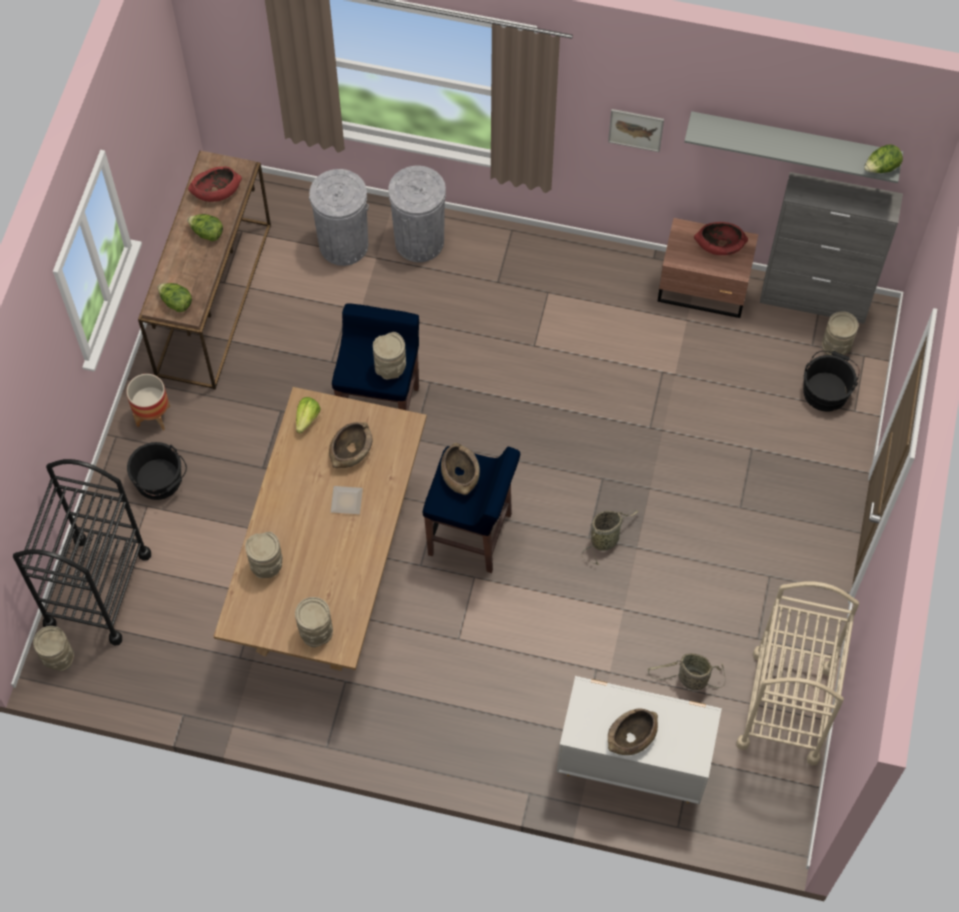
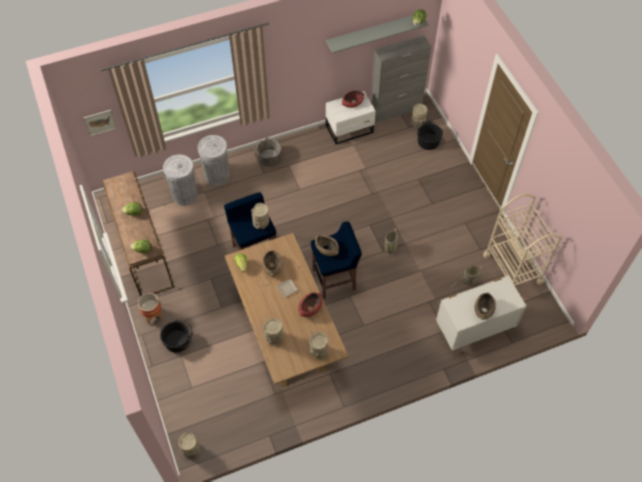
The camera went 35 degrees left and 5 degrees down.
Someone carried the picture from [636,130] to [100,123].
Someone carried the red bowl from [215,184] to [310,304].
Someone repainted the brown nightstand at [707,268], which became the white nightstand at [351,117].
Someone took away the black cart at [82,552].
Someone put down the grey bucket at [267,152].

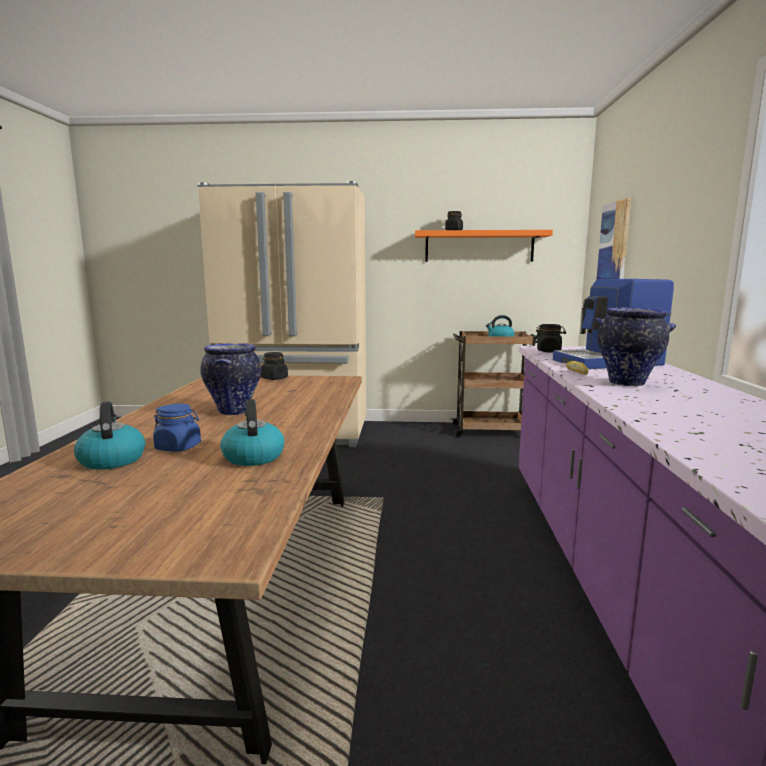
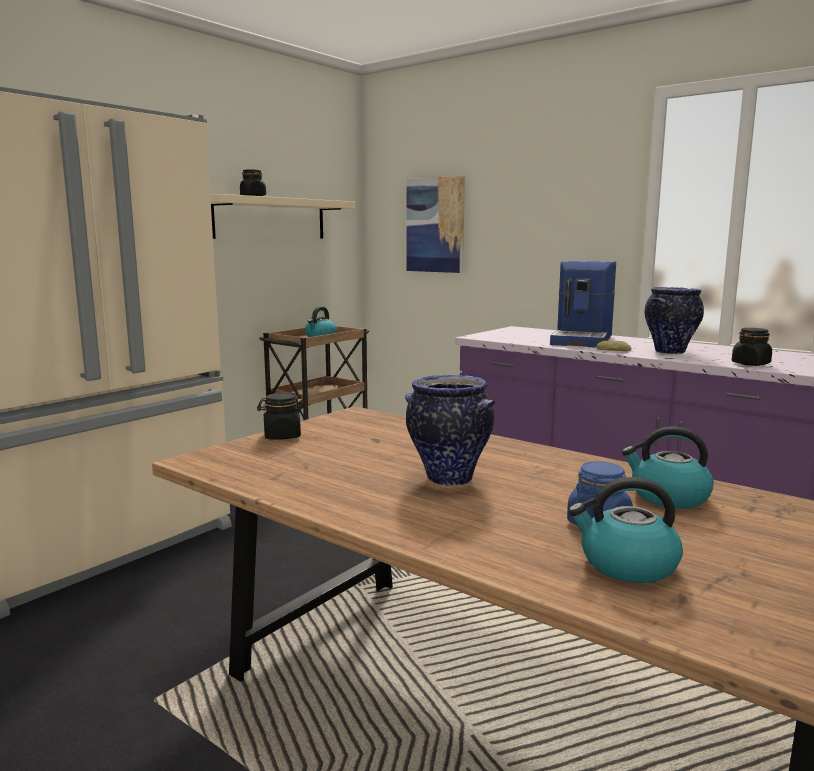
The camera went 55 degrees left and 0 degrees up.
Someone repainted the orange shelf at [484,246], which became the beige shelf at [282,216].
Someone carried the black jar from [550,338] to [752,347].

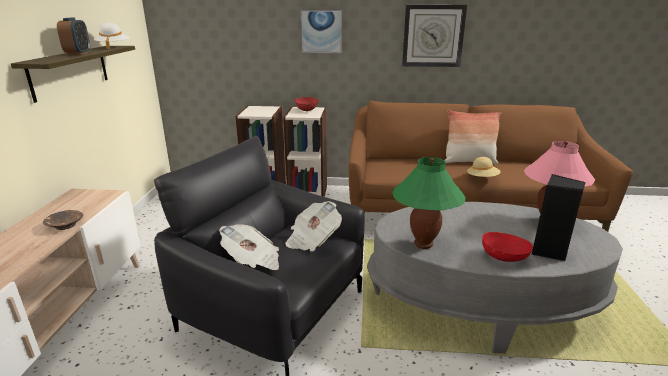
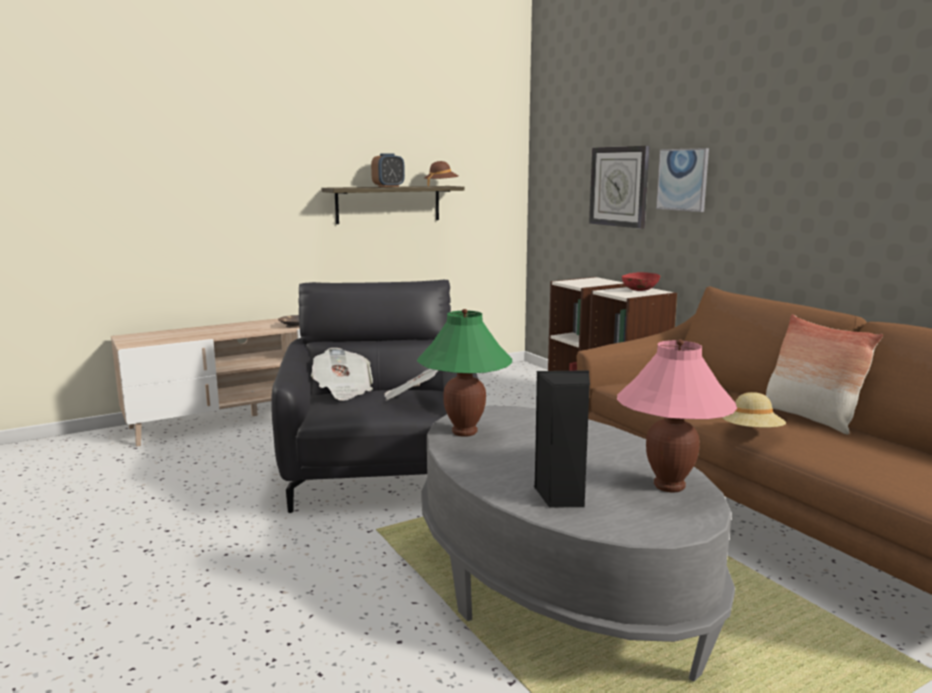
The camera went 55 degrees right and 10 degrees down.
Someone carried the wall clock from [434,36] to [619,187].
Someone repainted the white hat at [112,36], which became the brown hat at [441,173].
Someone took away the red bowl at [507,247].

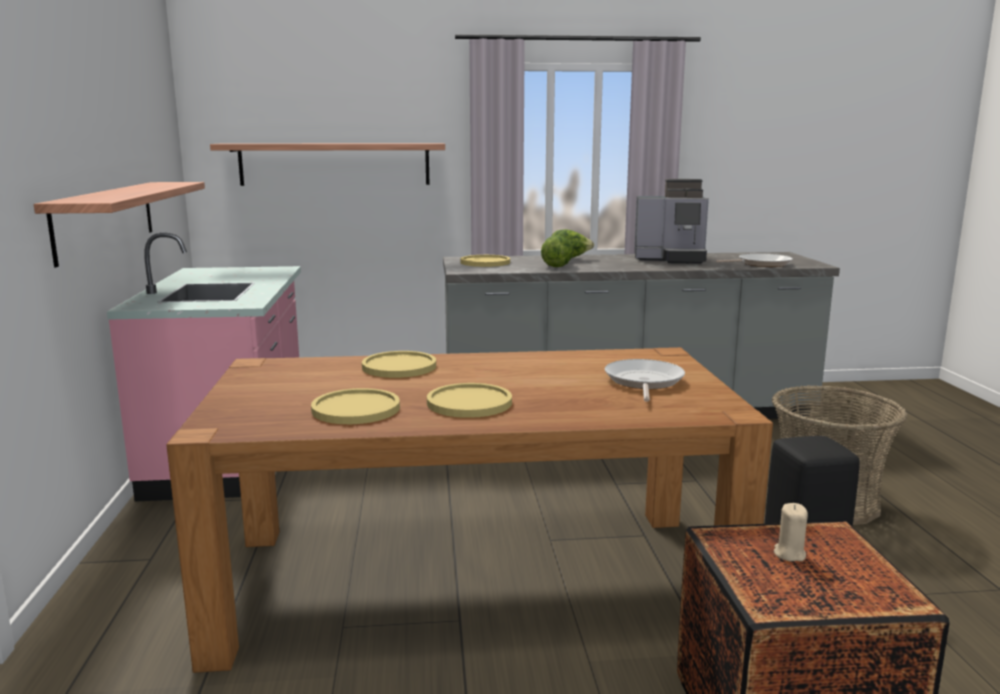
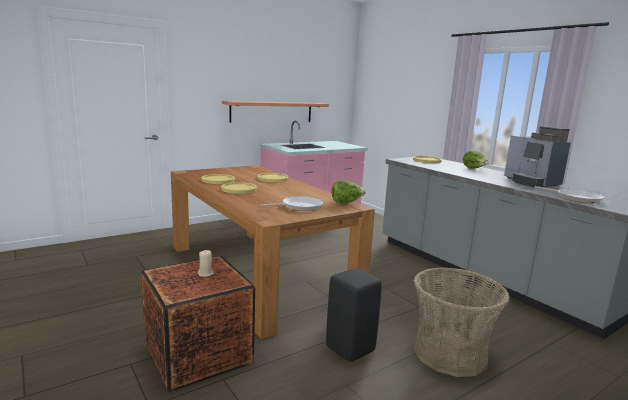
The camera went 60 degrees right and 0 degrees up.
Someone took away the shelf at [327,164].
Someone carried the lettuce from [557,251] to [349,192].

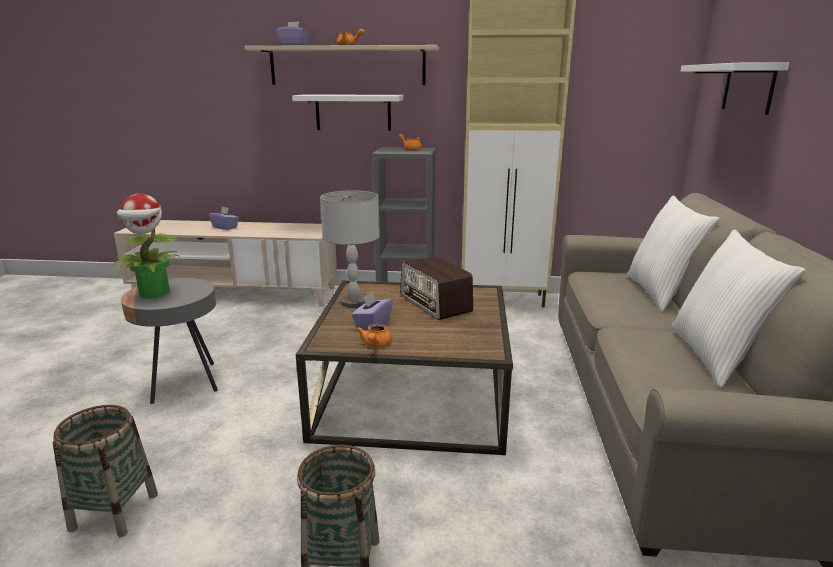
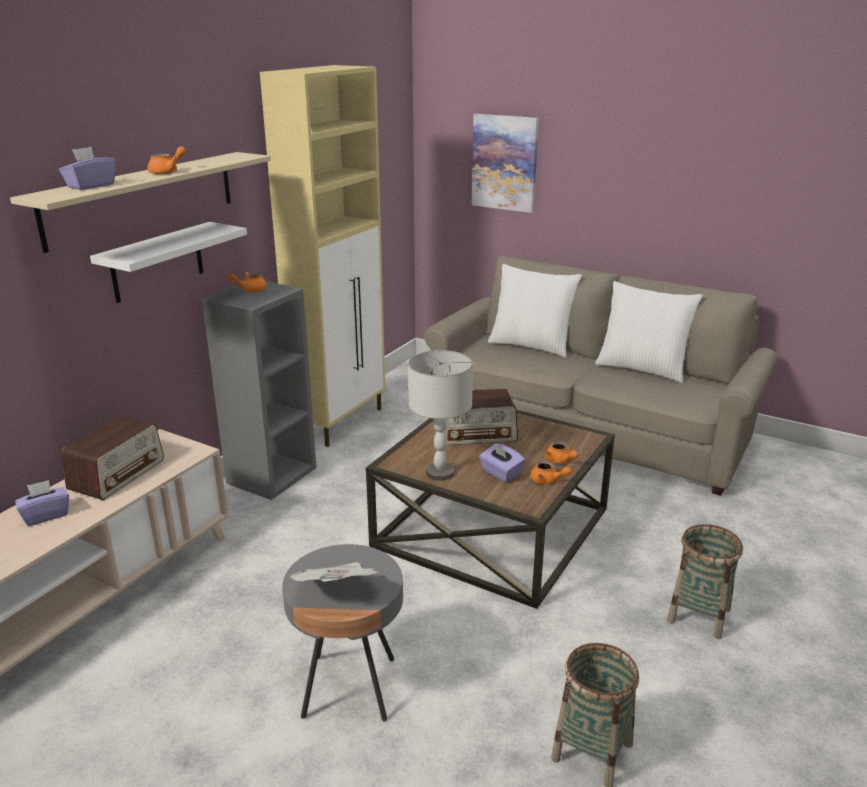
The camera went 65 degrees left and 5 degrees up.
Someone swapped the white shelf at [735,89] for the picture at [505,163].
Someone swapped the potted plant at [146,246] for the newspaper at [334,572].
Someone put down the radio at [112,458].
Someone put down the orange teapot at [561,452].

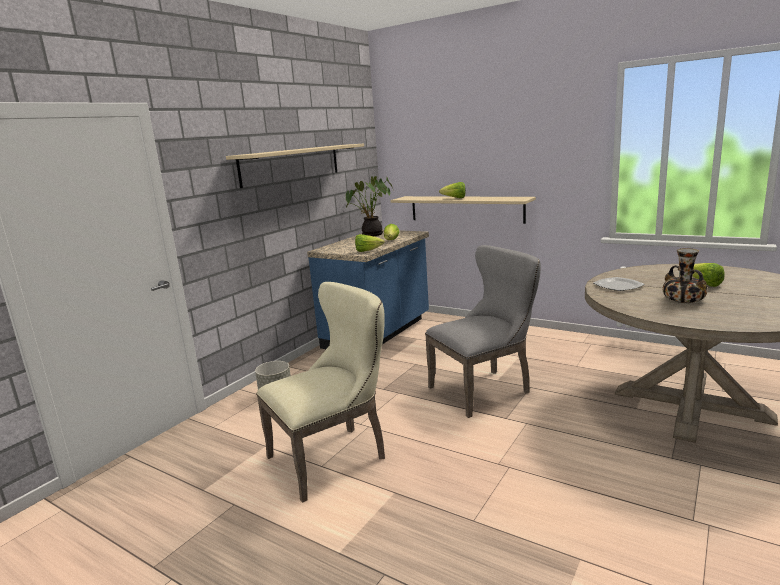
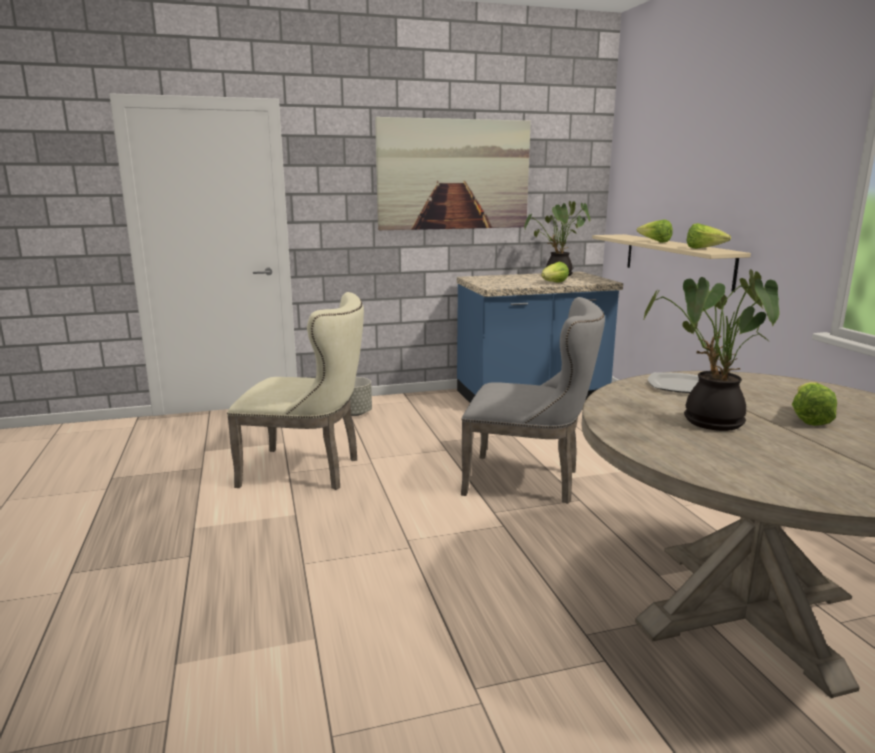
The camera went 40 degrees right and 0 degrees up.
Someone swapped the beige shelf at [295,166] for the picture at [453,173].
Someone carried the lettuce from [370,243] to [709,236].
Someone swapped the vase at [685,275] for the potted plant at [711,350].

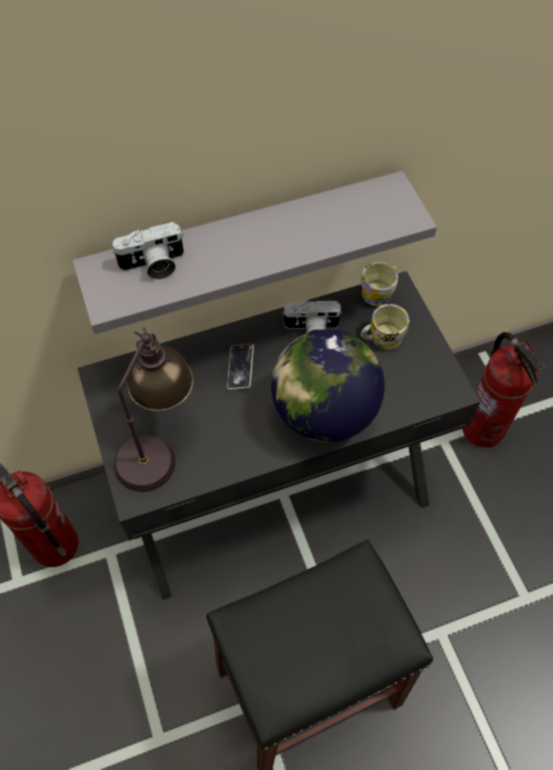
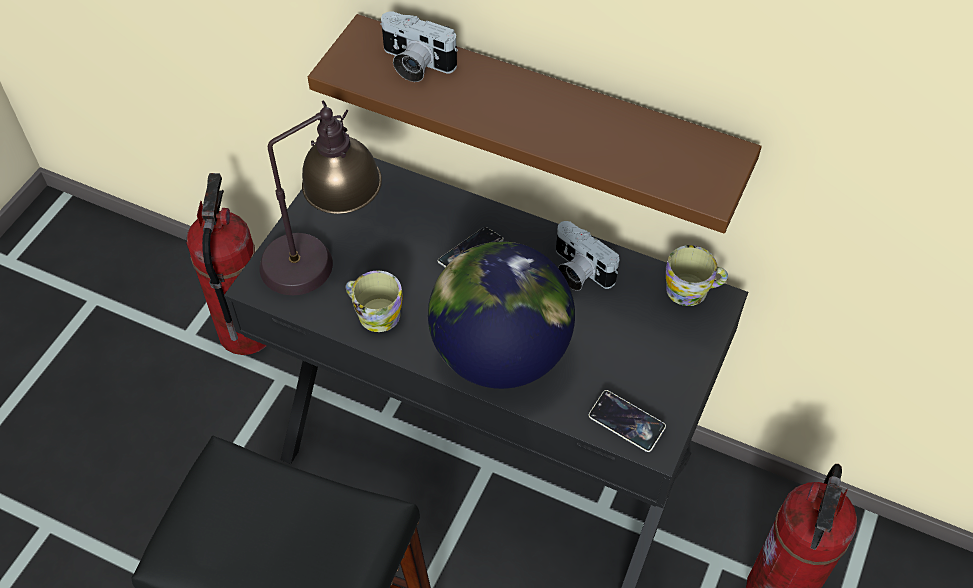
The camera went 45 degrees right and 5 degrees down.
Someone repainted the grey shelf at [254,252], which became the brown shelf at [535,123].
Someone carried the mug from [385,326] to [374,301].
Someone put down the phone at [627,421].

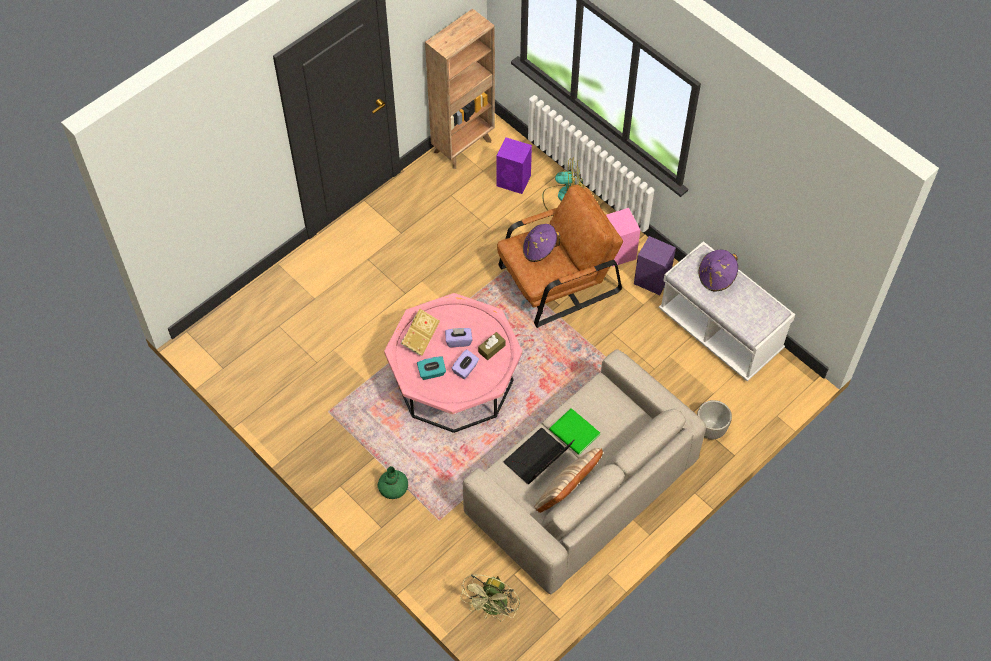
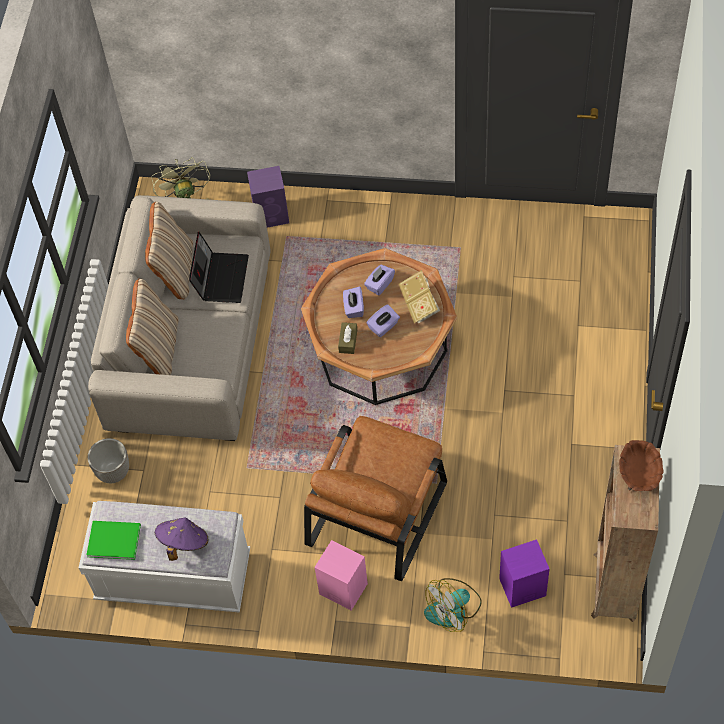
The camera went 145 degrees right and 0 degrees up.
Someone took away the purple hat at [541,243].
Someone carried the purple speaker from [655,265] to [268,197].
Someone repainted the pink coffee table at [453,363], which became the brown coffee table at [379,326].
Someone repainted the turquoise tissue box at [431,368], which became the purple tissue box at [379,280].
Someone carried the green book from [574,431] to [113,540].
Someone took away the green vase at [392,482].
Someone put down the beige pillow at [152,327].
Someone put down the brown bowl at [641,465].

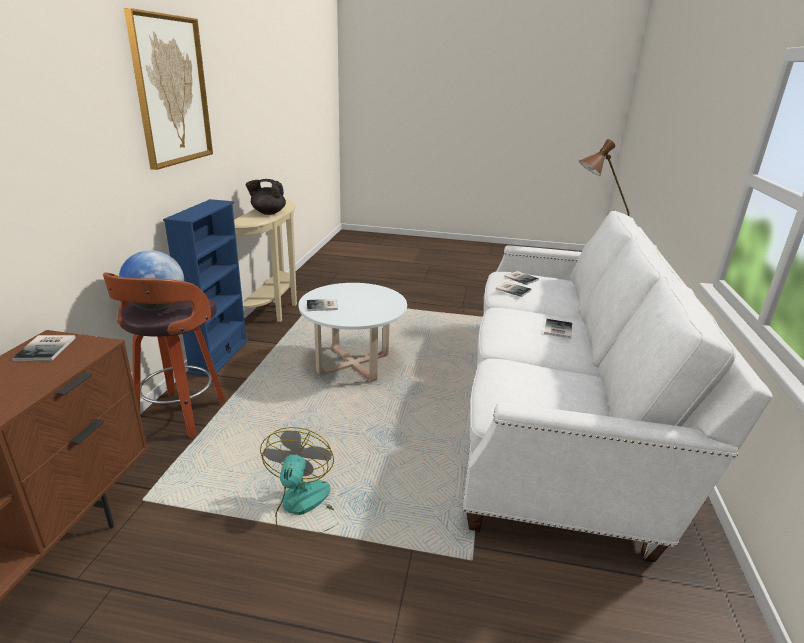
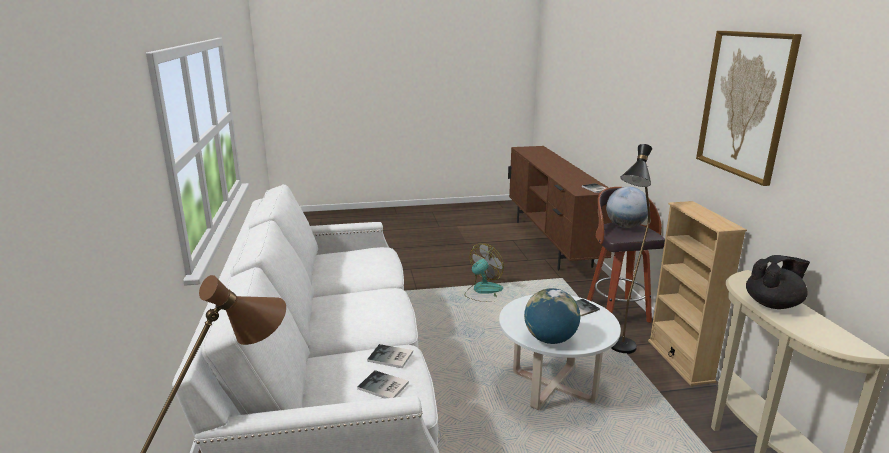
The camera went 160 degrees right and 5 degrees down.
Someone repainted the blue bookcase at [205,287], which became the beige bookcase at [697,293].
Someone took away the book at [558,329].
Someone rotated the fan at [298,482] by 120 degrees counterclockwise.
Someone put down the black floor lamp at [631,249].
Someone put down the globe at [552,316].

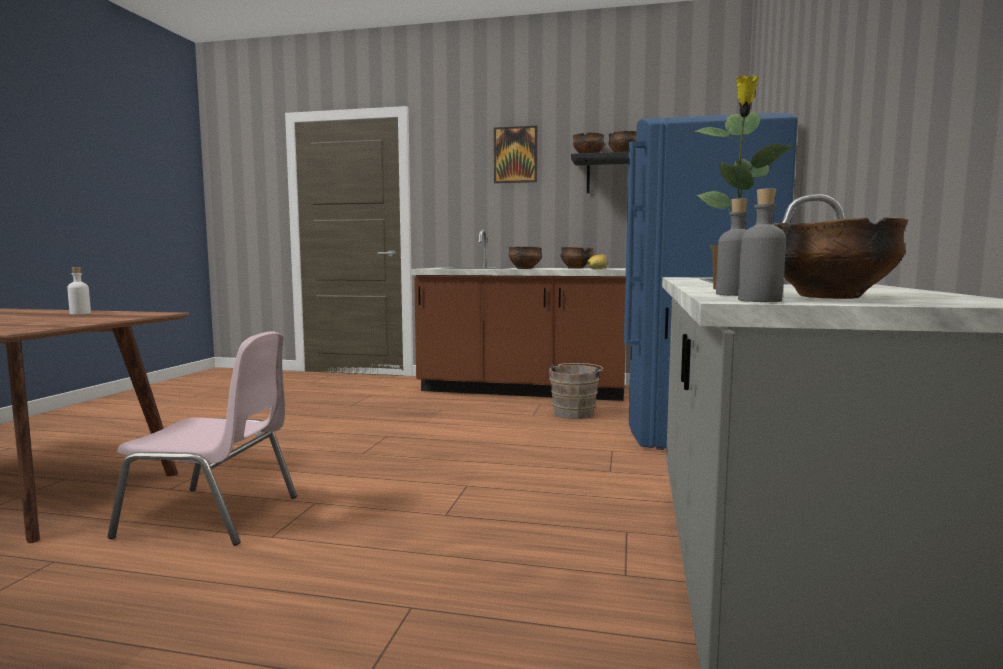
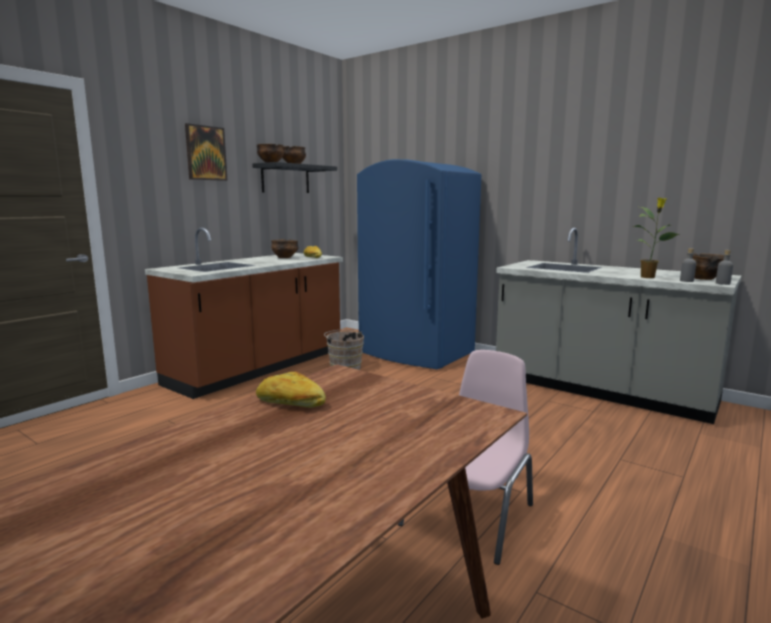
The camera went 65 degrees left and 5 degrees up.
Someone took away the bowl at [525,257].
Someone swapped the white bottle at [79,291] for the bread at [291,389].

